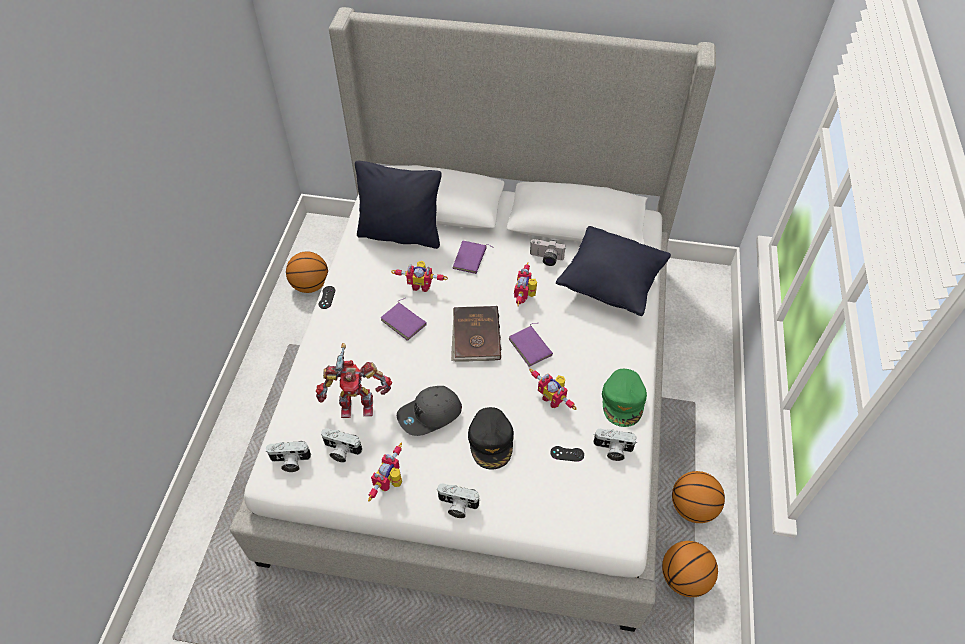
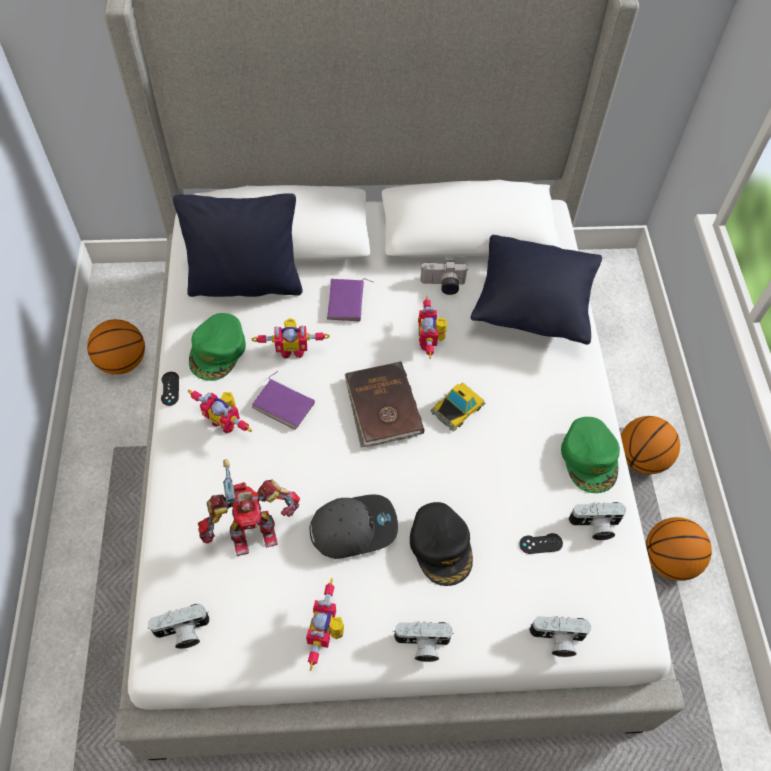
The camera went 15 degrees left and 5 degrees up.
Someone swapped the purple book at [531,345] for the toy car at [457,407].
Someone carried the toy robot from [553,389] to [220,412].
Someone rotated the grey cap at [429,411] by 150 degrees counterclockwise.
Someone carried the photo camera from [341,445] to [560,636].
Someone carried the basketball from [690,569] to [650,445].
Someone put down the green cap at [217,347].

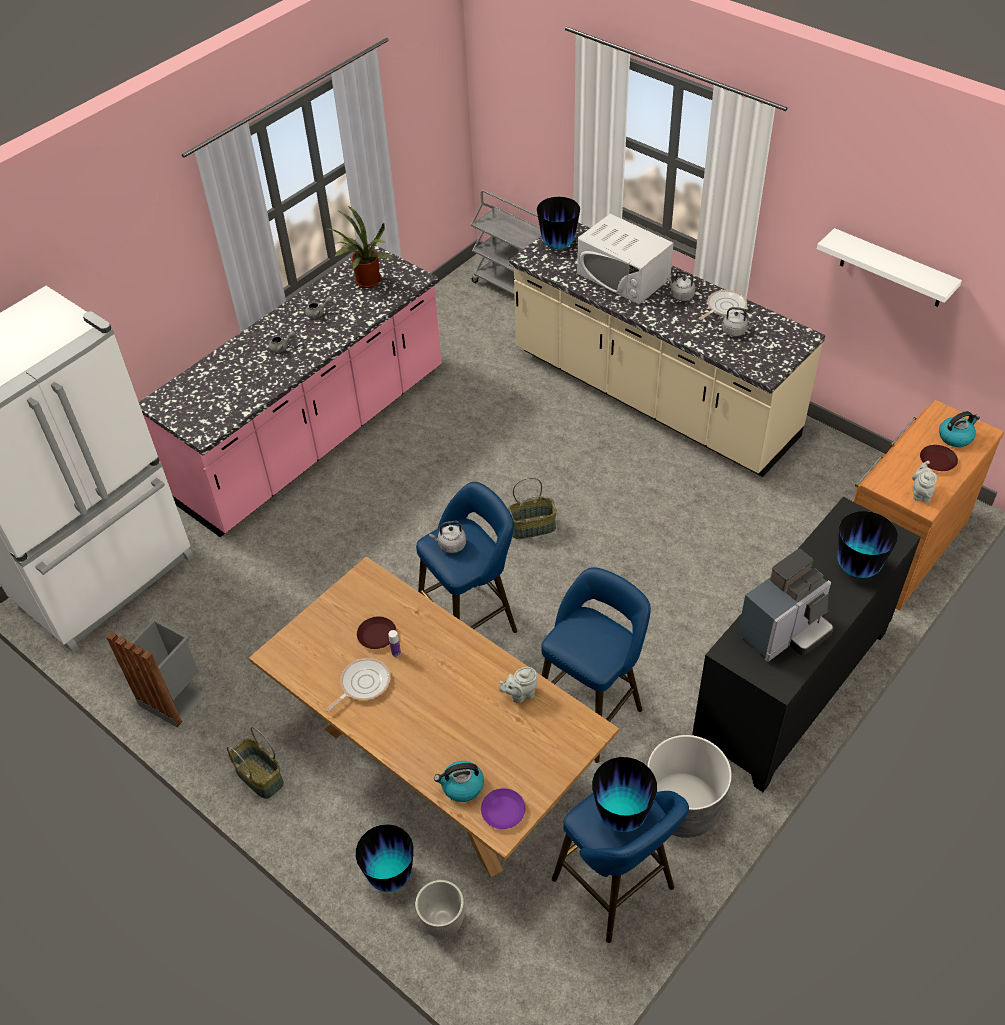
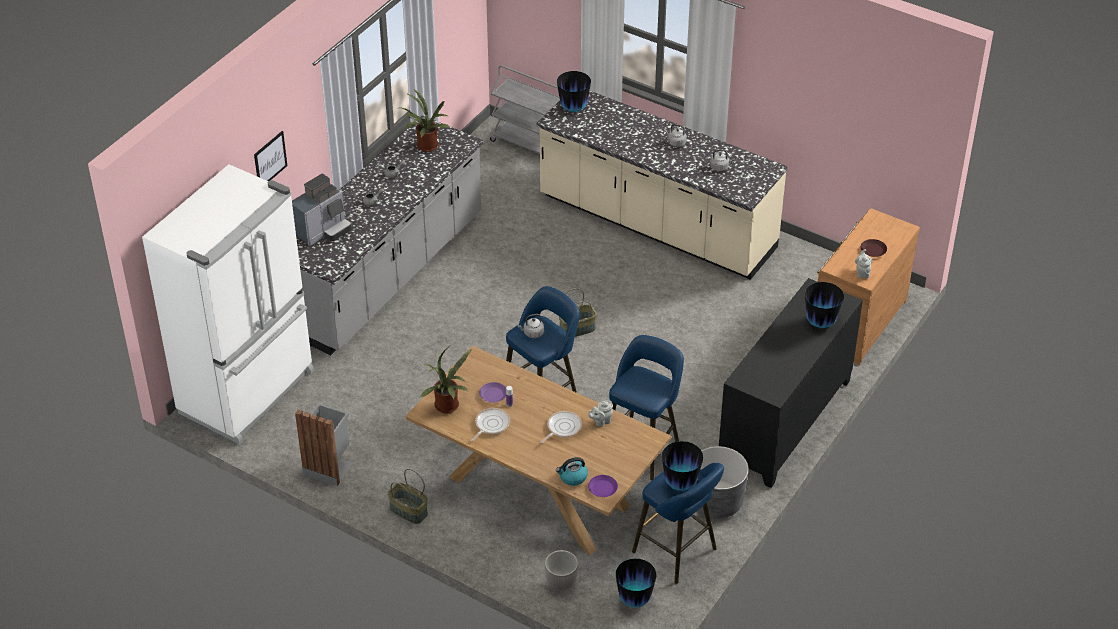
The camera went 10 degrees left and 5 degrees down.
Someone took away the white microwave at [625,259].
Someone took away the white shelf at [889,267].
Someone repainted the pink counter at [290,390], which became the grey counter at [389,235].
Someone carried the frying pan from [723,305] to [561,427].
Someone took away the kettle at [959,429].
Someone carried the coffee machine from [785,605] to [322,210].
Someone repainted the brown plate at [377,633], which became the purple plate at [492,392].
Someone carried the vase from [385,858] to [635,583].
Someone put up the picture at [270,156].
Someone put down the potted plant at [446,380].

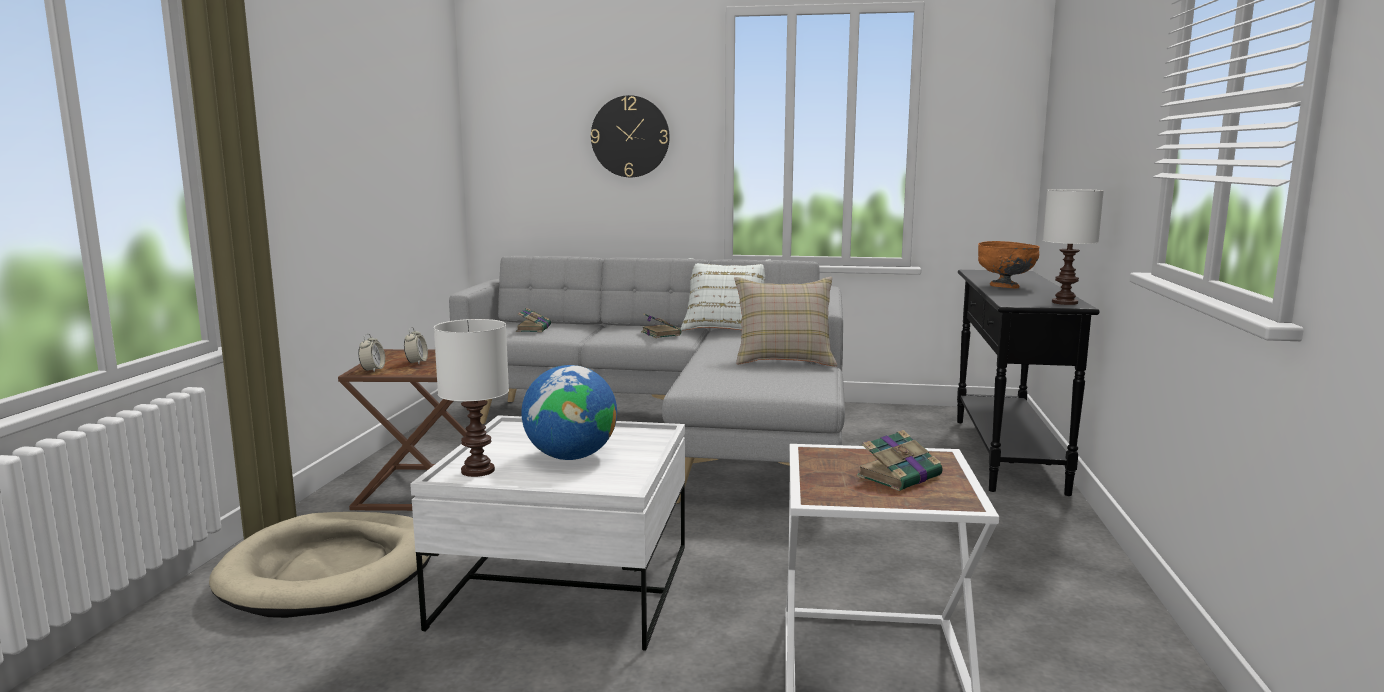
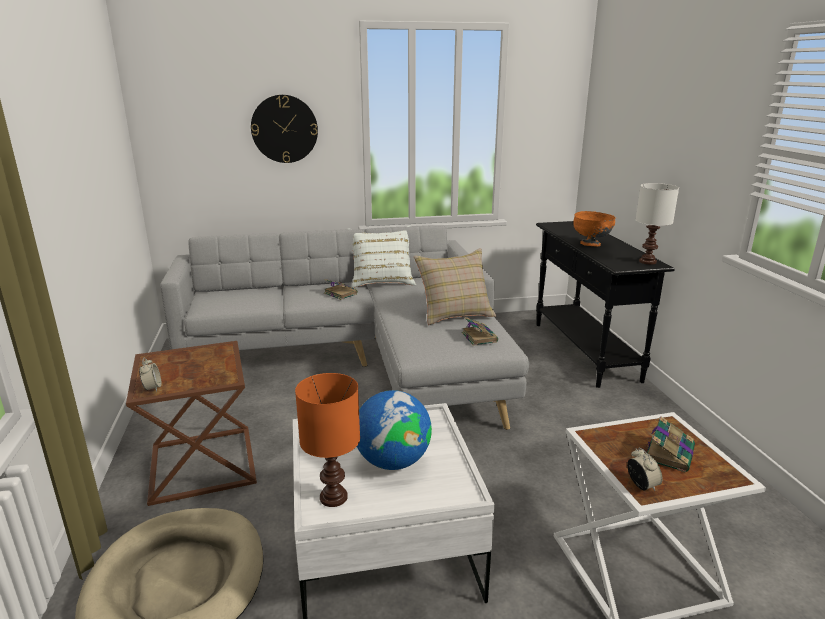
The camera went 20 degrees left and 10 degrees up.
Someone carried the book from [533,320] to [480,331].
Someone repainted the white table lamp at [471,398], which became the orange table lamp at [327,440].
Someone carried the alarm clock from [416,345] to [645,469].

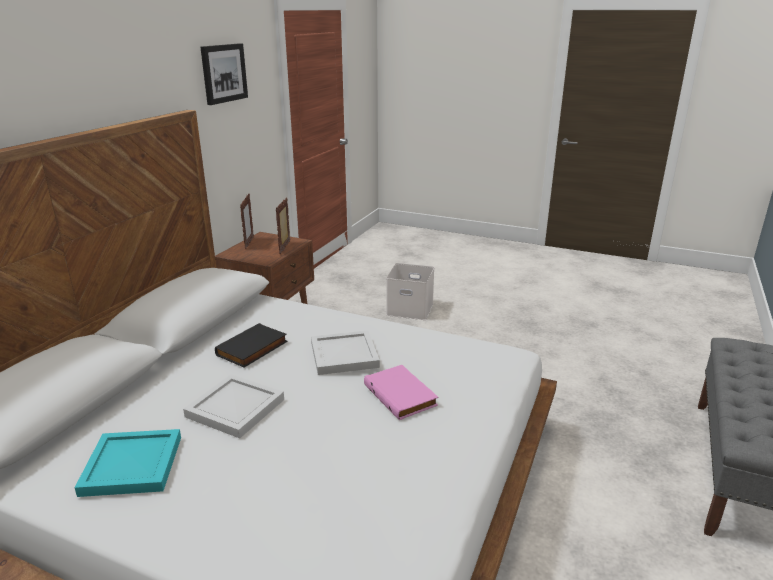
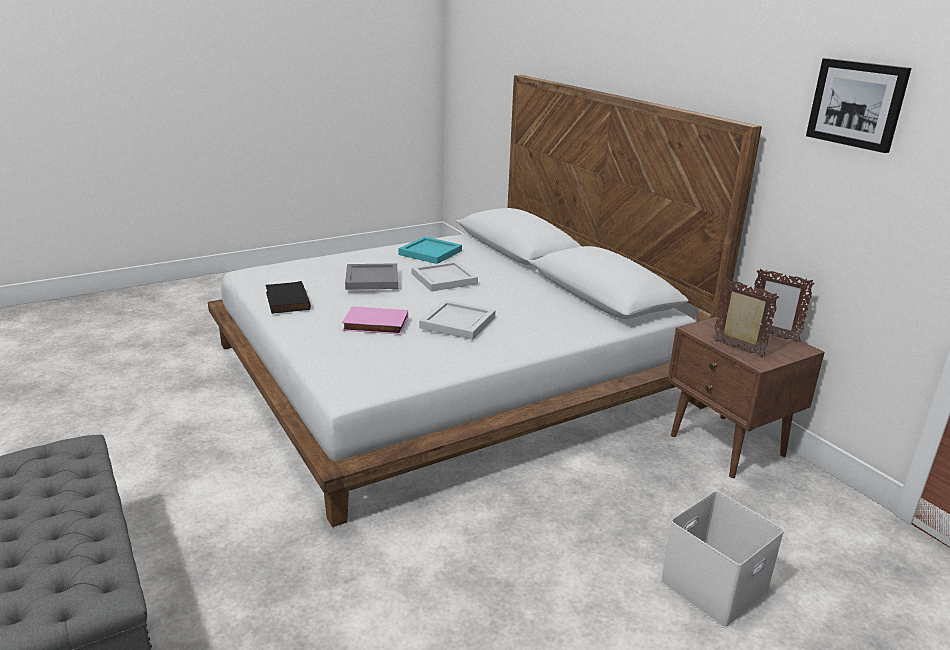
The camera went 125 degrees right and 0 degrees up.
Someone carried the black book from [251,345] to [288,297].
Someone put down the grey tray at [371,276].

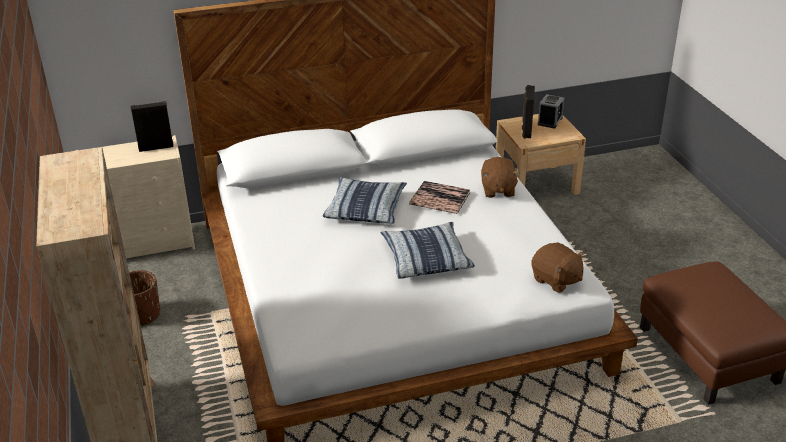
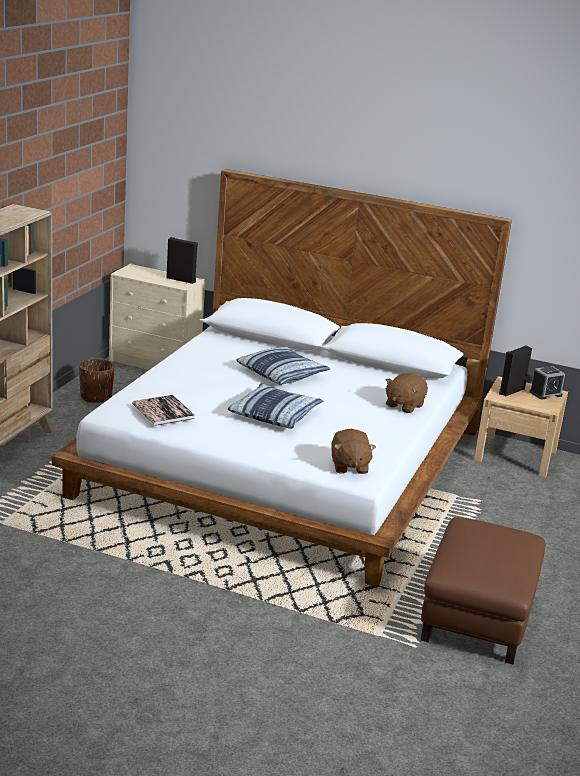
The camera went 35 degrees right and 10 degrees down.
Someone carried the book from [439,197] to [163,410].

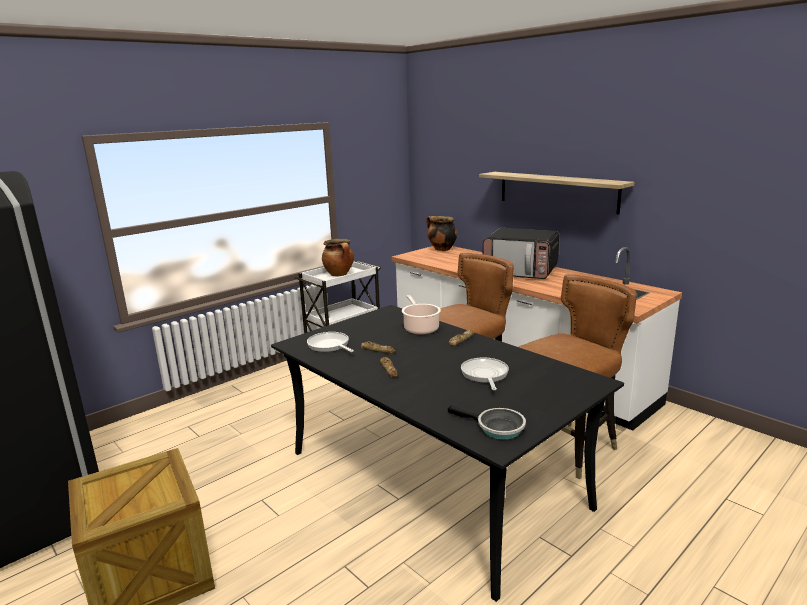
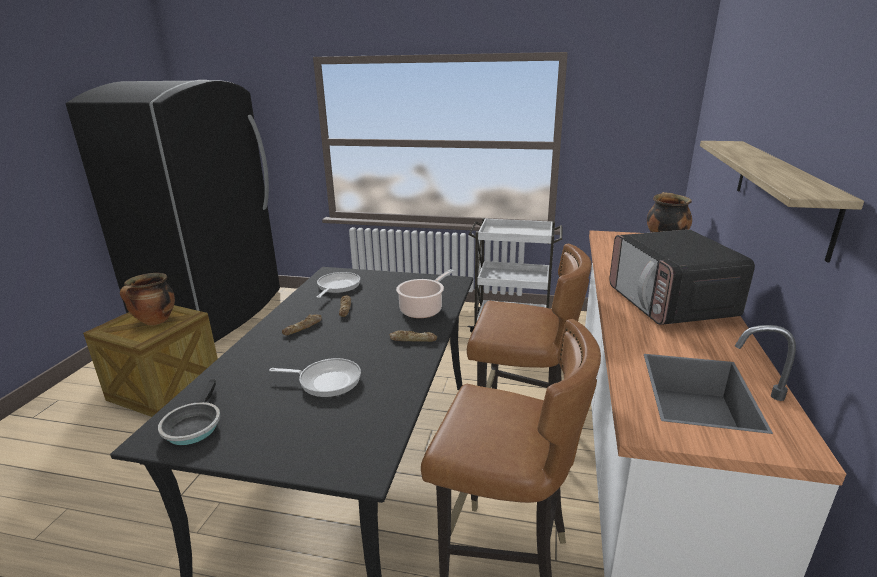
The camera went 55 degrees right and 5 degrees up.
Someone carried the cooking pot from [338,258] to [147,299].
Someone rotated the frying pan at [485,374] by 45 degrees clockwise.

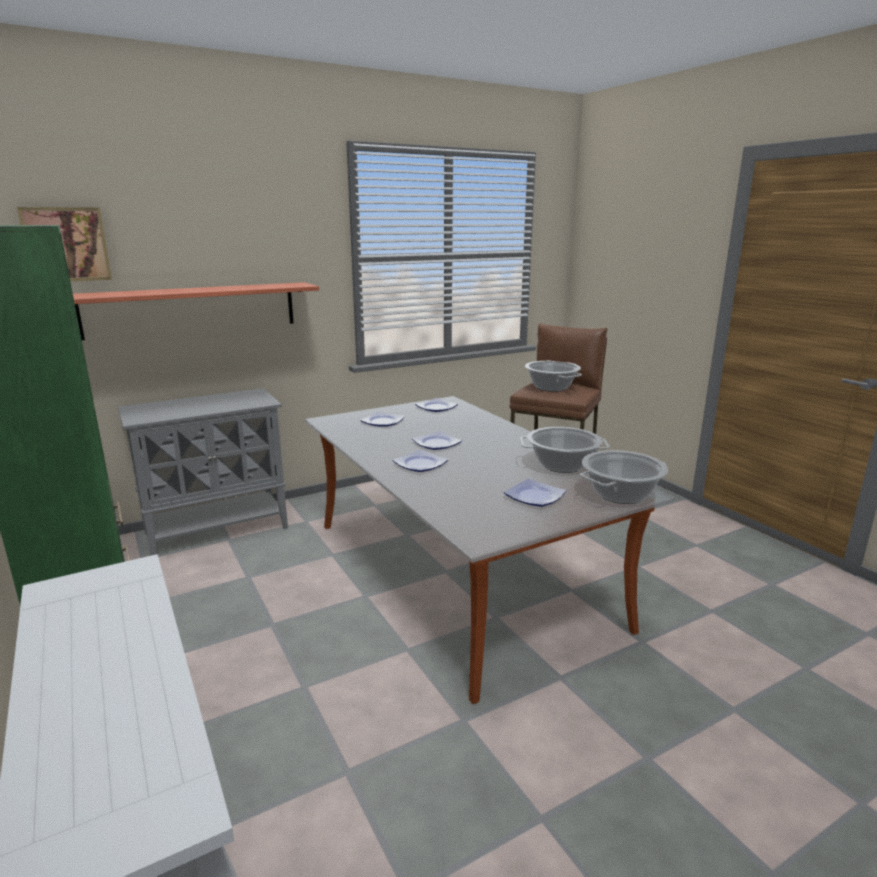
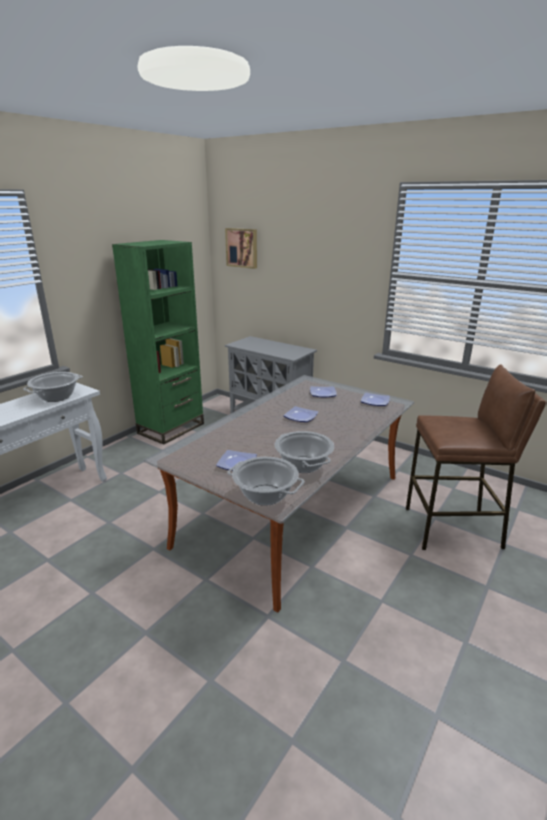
The camera went 65 degrees right and 5 degrees up.
Someone took away the shelf at [196,311].
Someone carried the cooking pot from [553,376] to [53,387].
Someone took away the plate at [420,461].

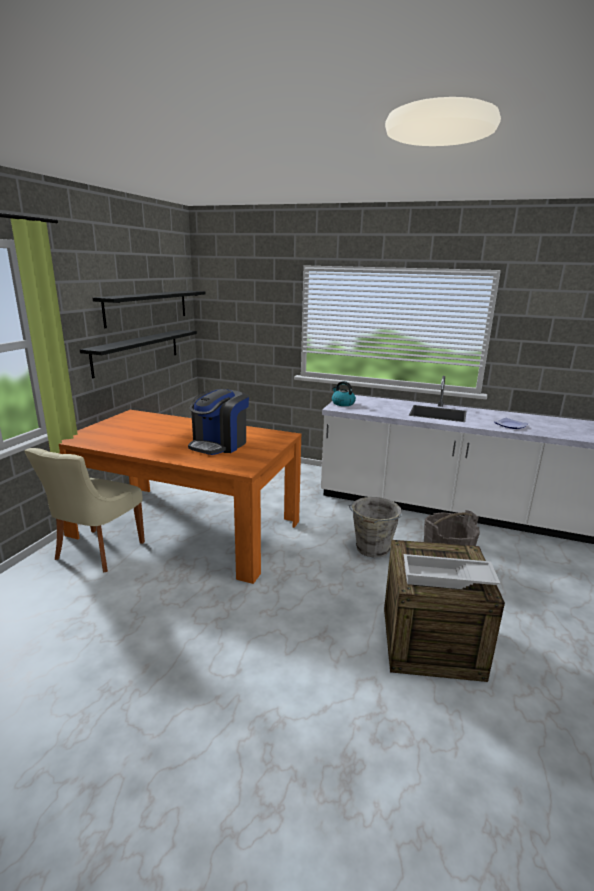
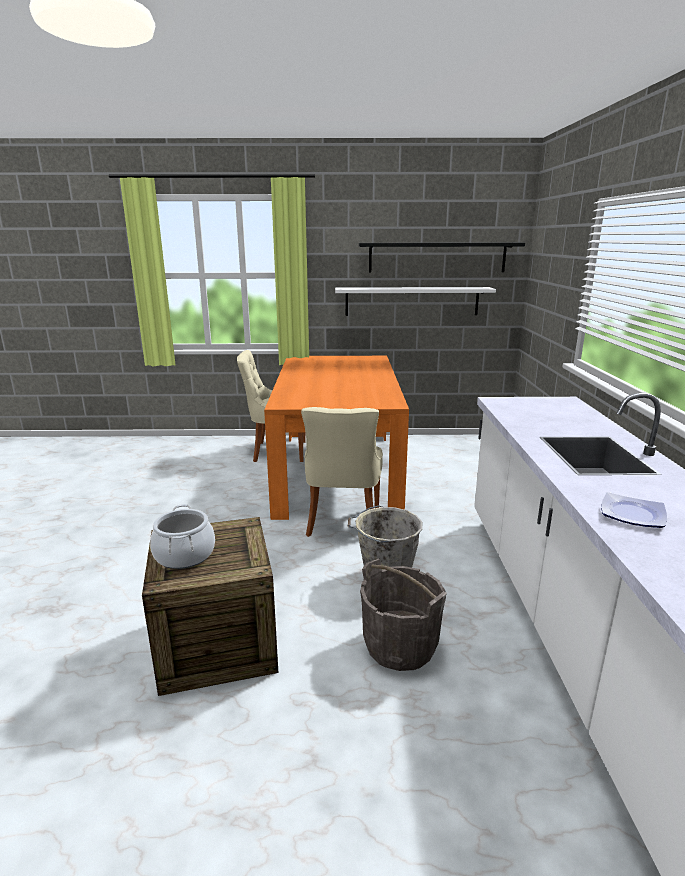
The camera went 70 degrees right and 0 degrees up.
Someone repainted the black shelf at [138,354], which became the white shelf at [415,301].
Someone took away the kettle at [344,393].
Someone took away the coffee machine at [218,422].
Someone swapped the white tray at [452,571] for the cooking pot at [182,536].
Someone put down the beige chair at [342,472].

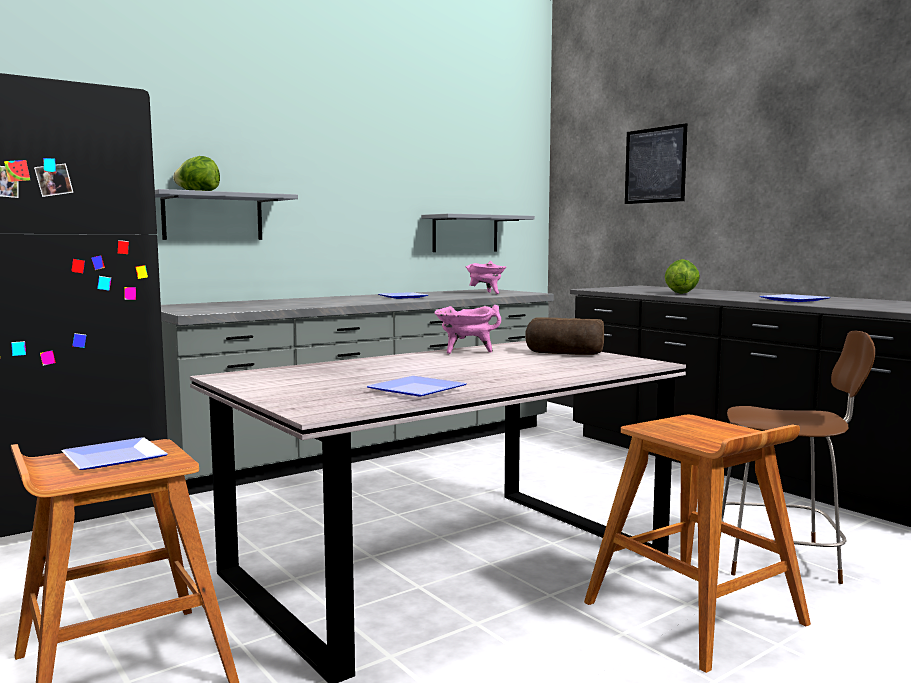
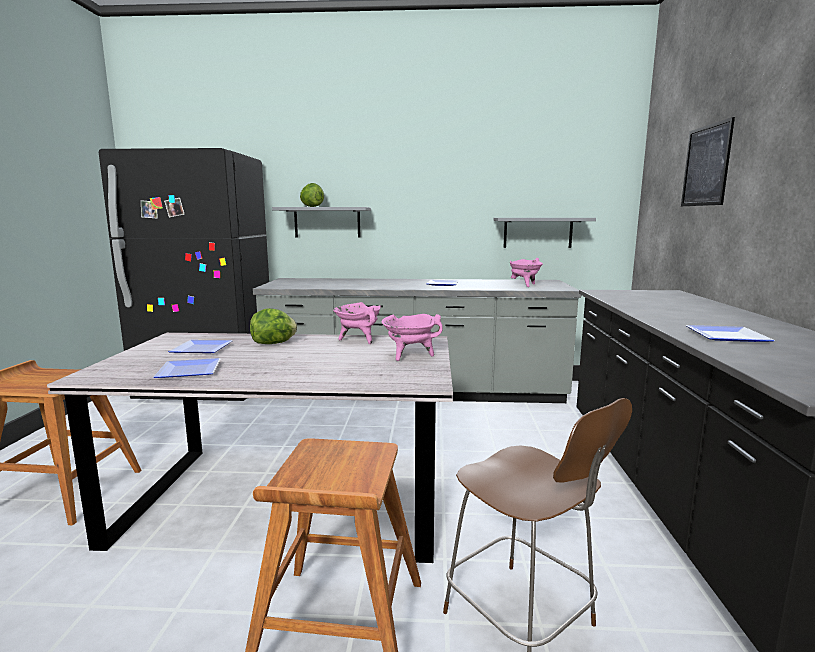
The camera went 40 degrees right and 5 degrees up.
Someone carried the lettuce from [682,276] to [273,326].
Someone swapped the bread at [564,336] for the pink cooking pot at [412,337].
Someone carried the plate from [114,453] to [200,346].

